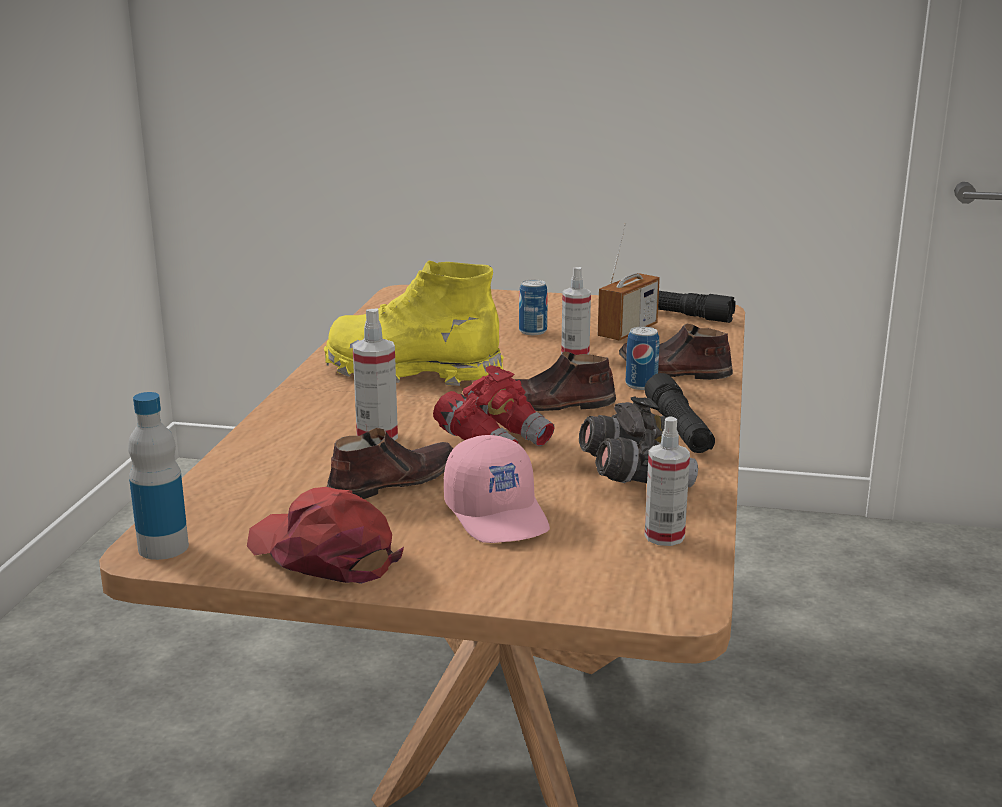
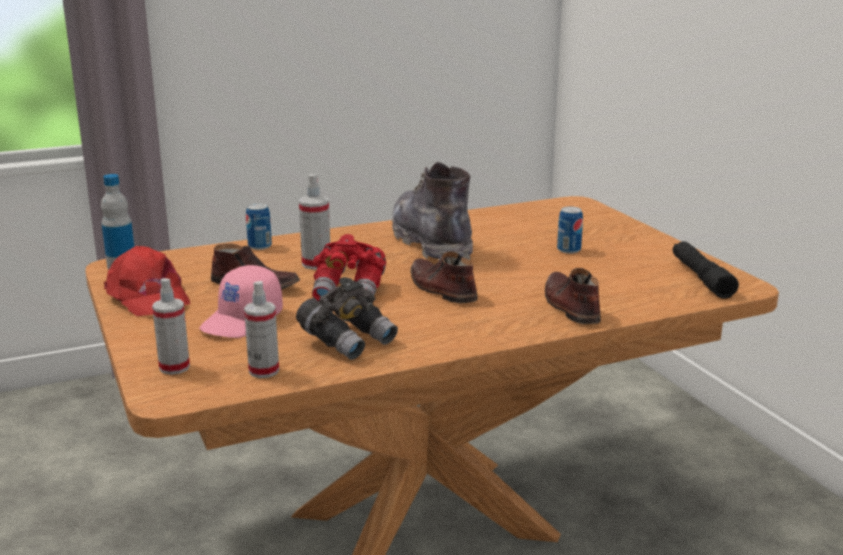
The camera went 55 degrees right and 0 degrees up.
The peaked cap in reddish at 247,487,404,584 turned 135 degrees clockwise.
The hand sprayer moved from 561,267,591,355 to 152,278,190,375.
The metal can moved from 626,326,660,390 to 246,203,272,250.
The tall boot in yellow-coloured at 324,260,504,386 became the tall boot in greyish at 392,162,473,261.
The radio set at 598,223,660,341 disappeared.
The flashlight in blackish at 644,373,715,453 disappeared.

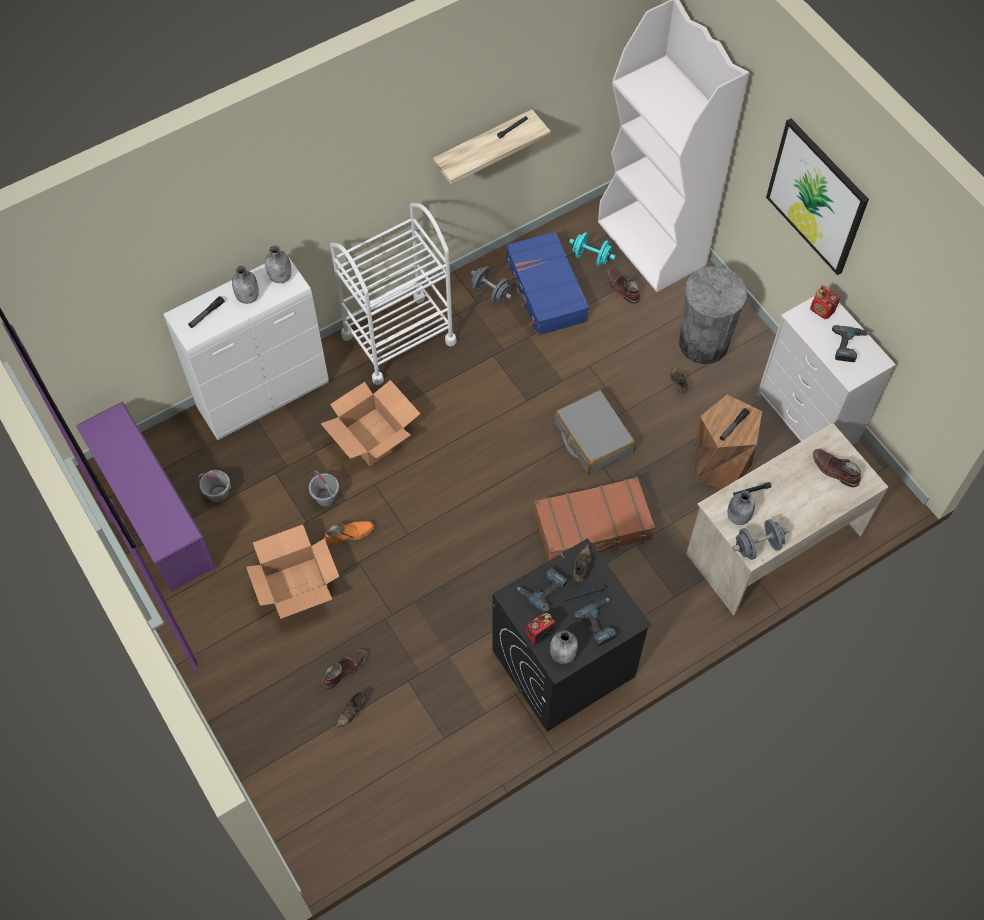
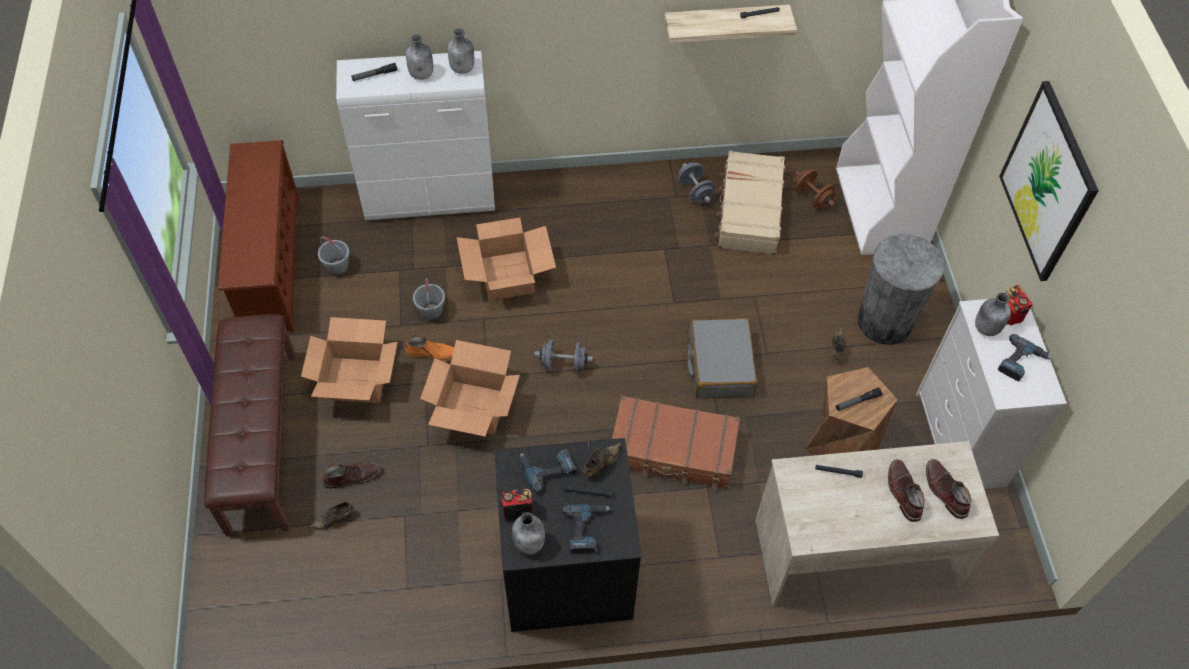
The camera went 25 degrees right and 5 degrees down.
The long seat in brownish at 204,314,296,537 appeared.
The shoe rack in purple-coloured at 76,402,216,592 became the shoe rack in brownish at 218,140,299,333.
The cardboard box at 420,340,520,437 appeared.
The free weight in greyish moved from 732,519,789,560 to 534,339,593,373.
The travel case in blue-coloured at 505,231,589,336 became the travel case in beige at 714,151,785,255.
The free weight in turquoise at 569,232,616,266 became the free weight in brownish at 794,169,836,209.
The tall boot in brownish moved from 606,268,640,304 to 888,459,925,522.
The beverage bottle in greyish moved from 727,491,755,525 to 975,292,1011,336.
The wheeled cart in white at 330,203,457,385 disappeared.

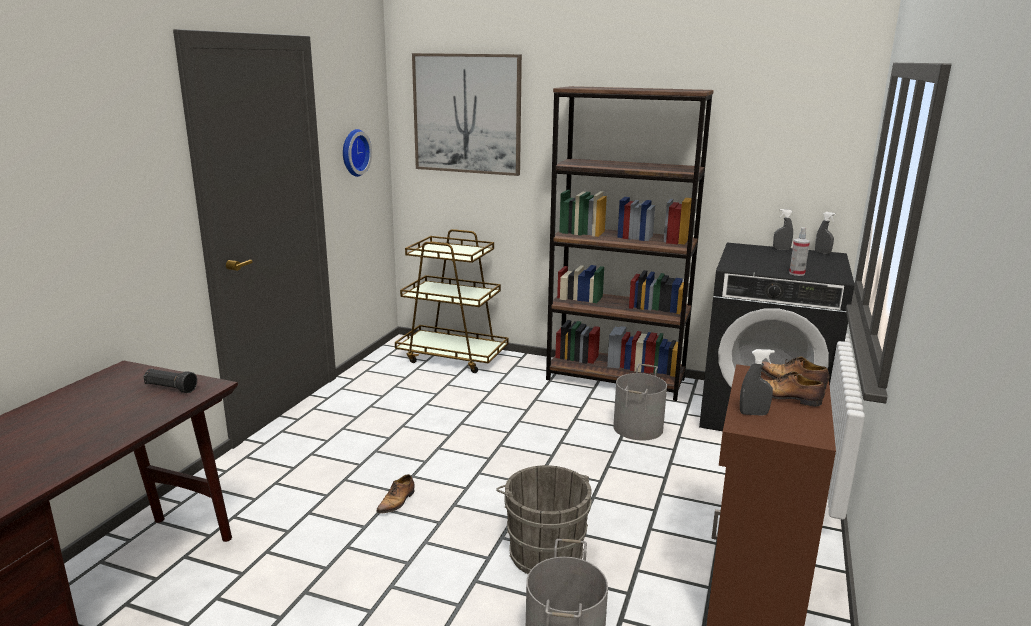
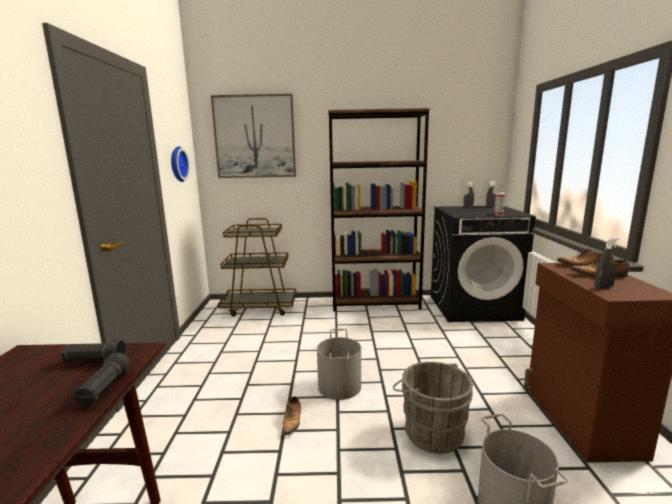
The camera went 20 degrees left and 5 degrees down.
The flashlight in blackish at 74,353,131,405 appeared.
The water bucket in greyish moved from 613,364,667,441 to 317,329,361,400.

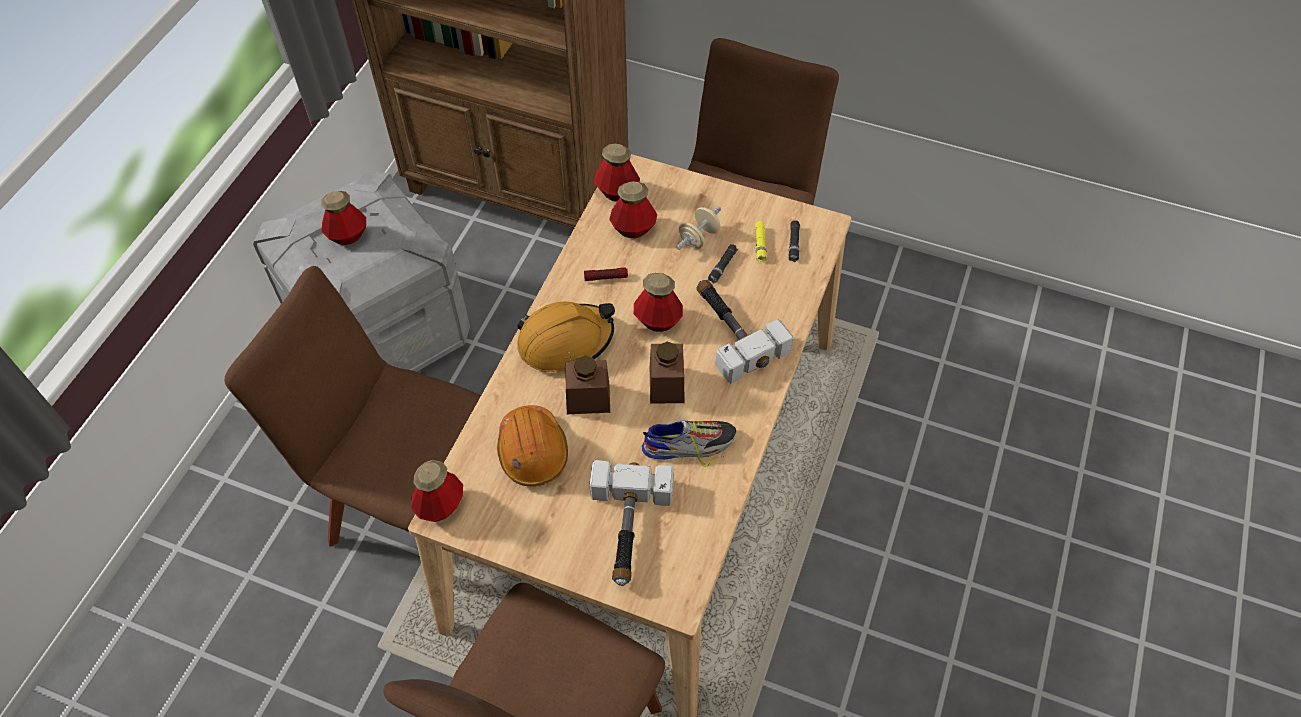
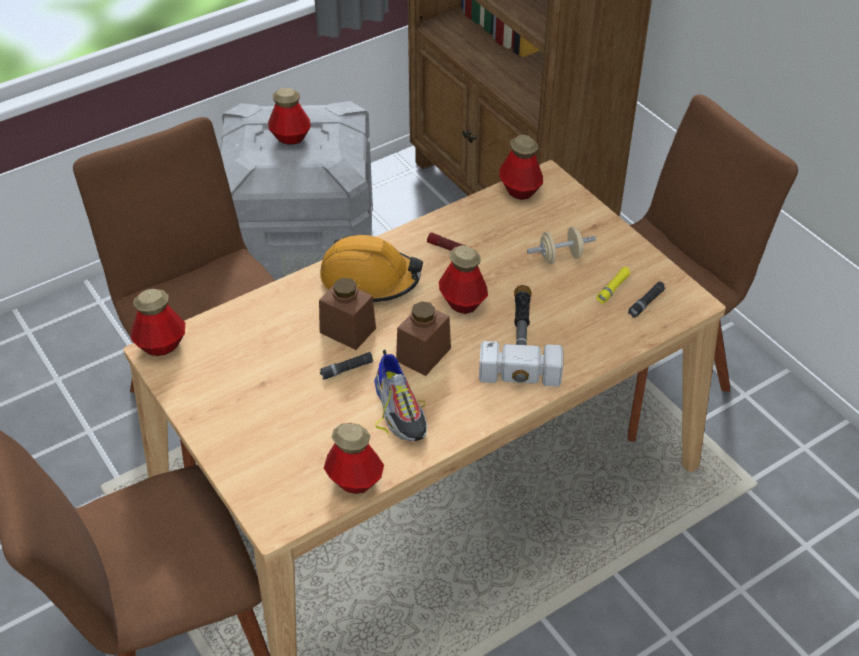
The camera went 35 degrees right and 10 degrees down.
The flashlight in blackish moved from 708,244,738,283 to 320,352,373,380.
The beverage bottle moved from 609,181,657,238 to 324,423,384,494.
The item of footwear at 642,420,736,467 turned 45 degrees clockwise.
The safety helmet in orange-coloured at 497,405,568,486 disappeared.
The tool hammer at 589,460,674,586 disappeared.

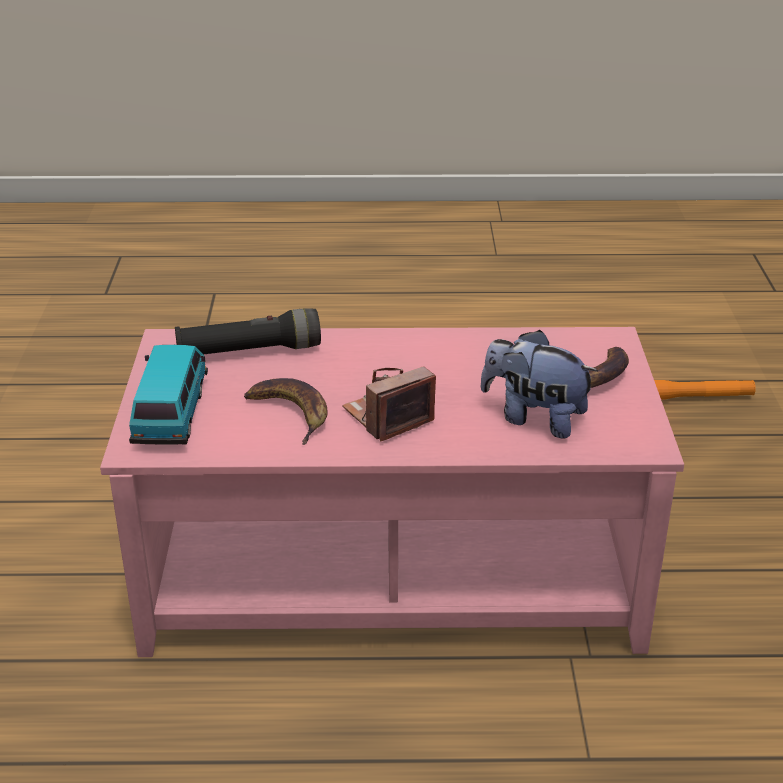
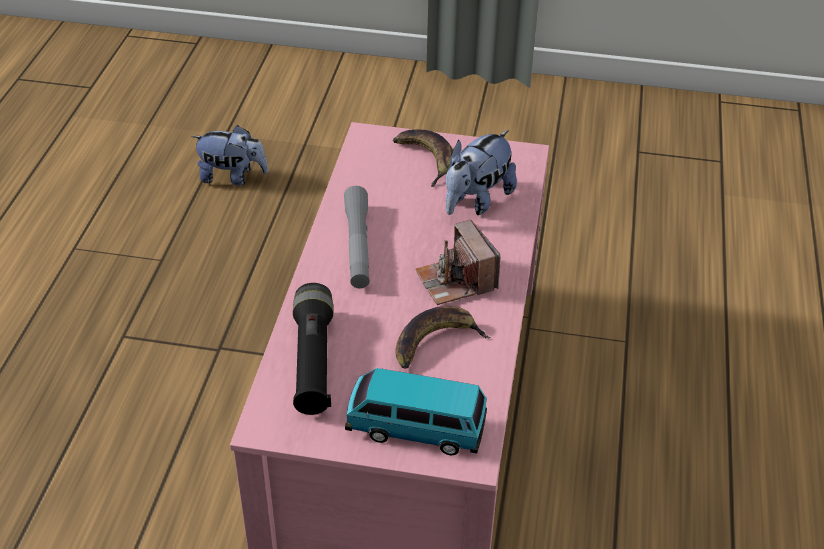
The camera went 80 degrees left and 10 degrees up.
The flashlight in orange-coloured at 654,380,756,400 was replaced by the cuddly toy at 191,125,268,186.
The flashlight in greyish at 344,186,370,288 appeared.

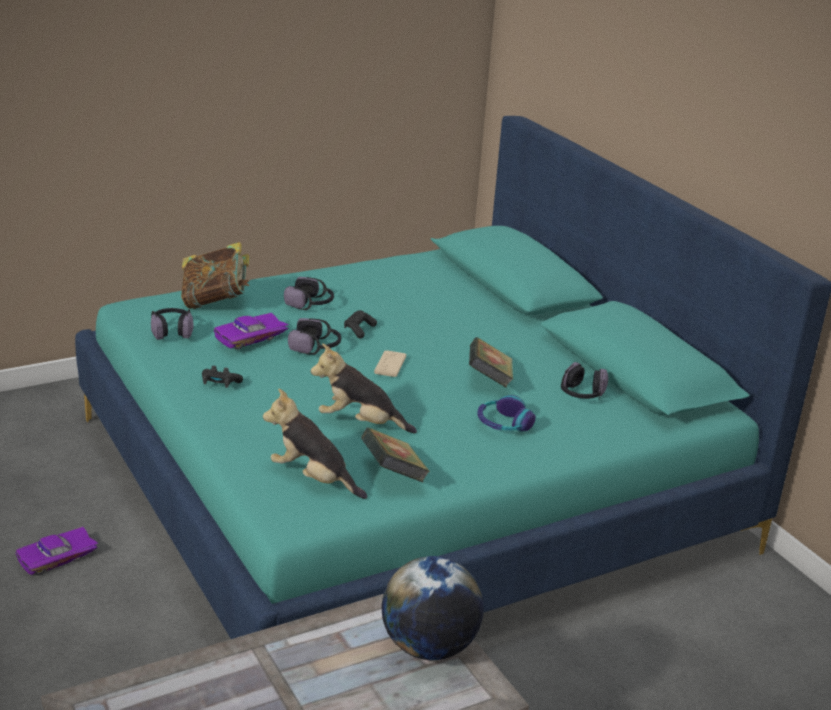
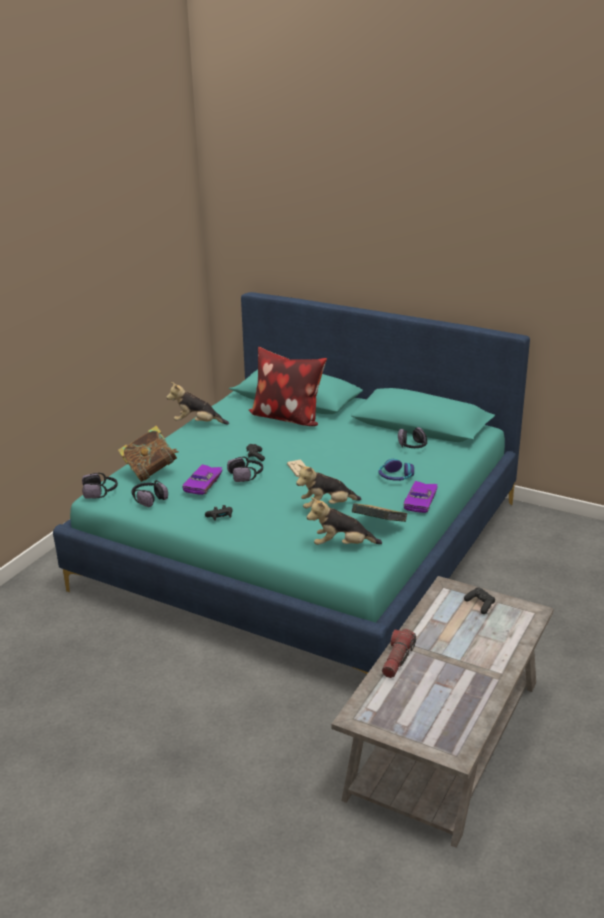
The camera went 30 degrees left and 0 degrees up.
The headset moved from 284,277,334,310 to 82,473,118,499.
The cuddly toy at 166,382,229,425 appeared.
The throw pillow at 249,347,327,426 appeared.
The flashlight at 382,629,416,678 appeared.
The toy car in purple-coloured moved from 16,527,98,575 to 403,481,438,513.
The desk globe at 381,556,484,660 was replaced by the joypad in blackish at 464,587,495,614.
The book at 469,337,513,388 disappeared.

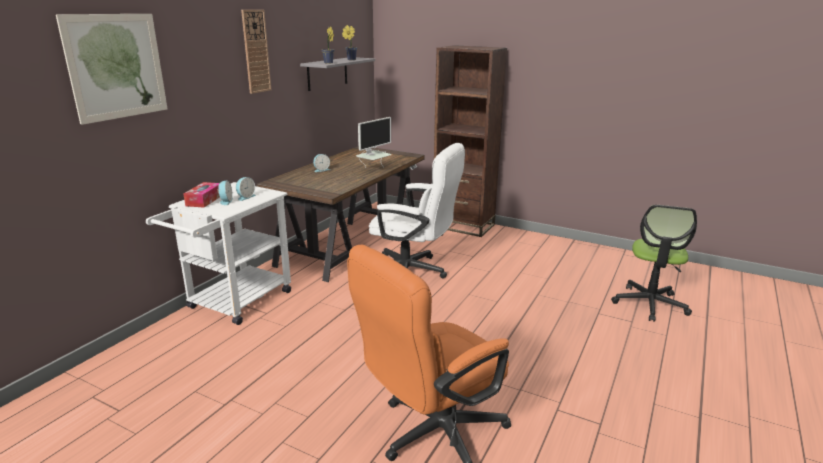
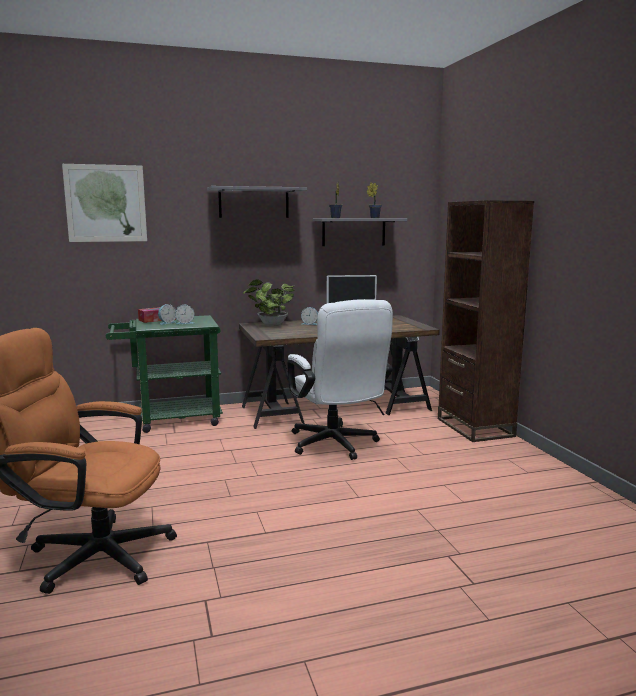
The camera went 45 degrees right and 10 degrees down.
The wheeled cart in white at 146,182,291,325 became the wheeled cart in green-coloured at 106,315,223,433.
The wall clock at 241,10,271,94 was replaced by the bracket shelf in greyish at 207,186,307,218.
The potted plant at 242,279,295,327 appeared.
The desk chair at 611,205,697,322 disappeared.

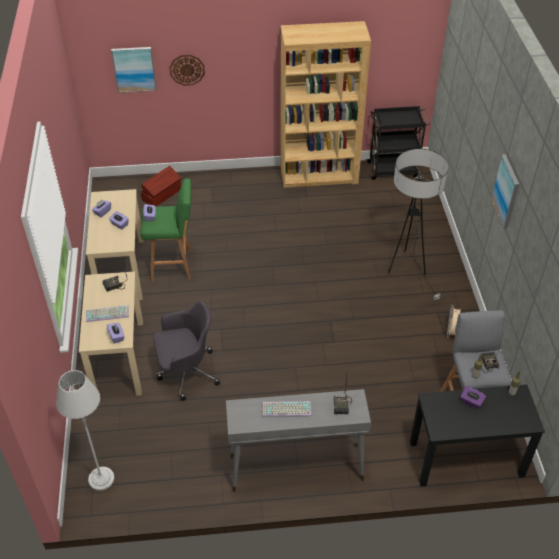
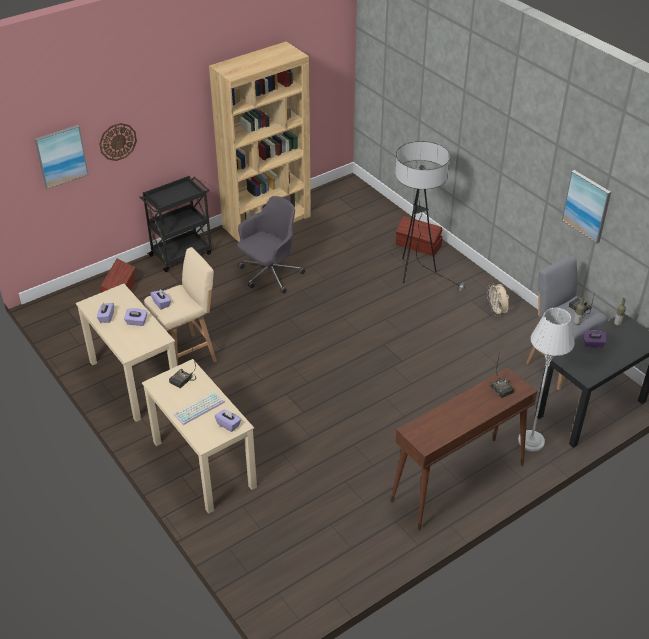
The camera went 30 degrees left and 5 degrees down.
The wheeled cart in blackish moved from 366,106,430,180 to 139,176,212,272.
The sitting stool in green-coloured at 140,178,191,281 became the sitting stool in beige at 144,247,217,366.
The desk chair in greyish moved from 153,301,220,401 to 237,196,305,293.
The hall table in greyish at 226,389,371,492 became the hall table in brownish at 391,368,537,531.
The storage box in brownish at 396,216,442,256 appeared.
The standing lamp in greyish moved from 56,370,114,491 to 518,308,575,451.
The picture moved from 491,154,519,229 to 562,170,611,243.
The PC keyboard at 263,401,311,417 disappeared.

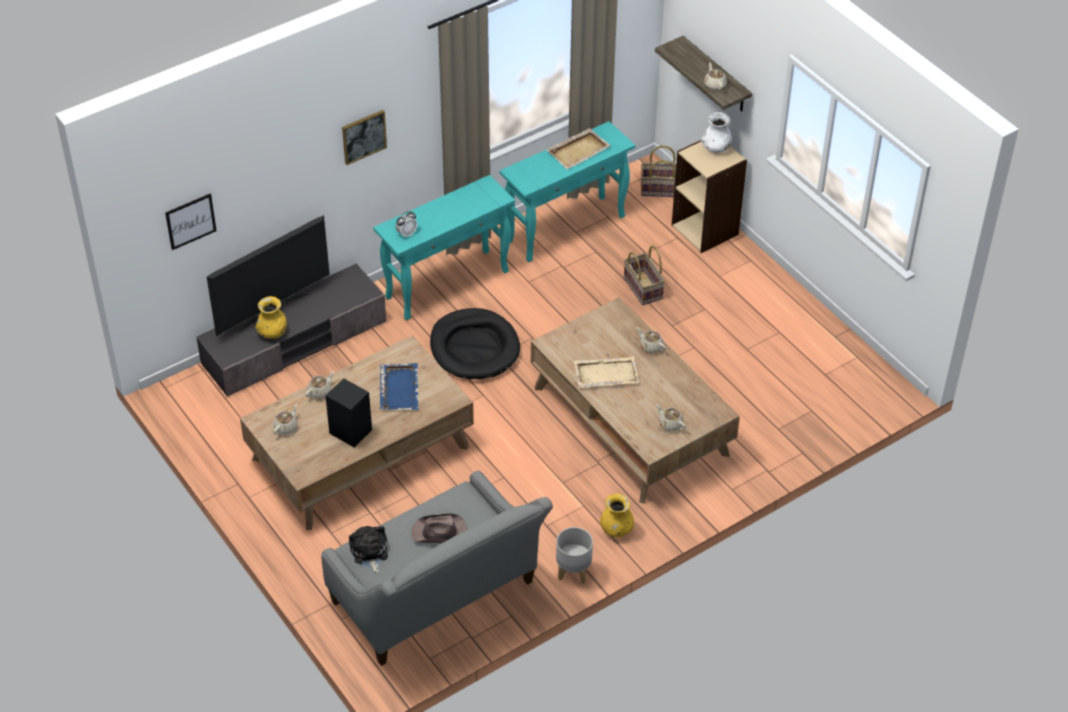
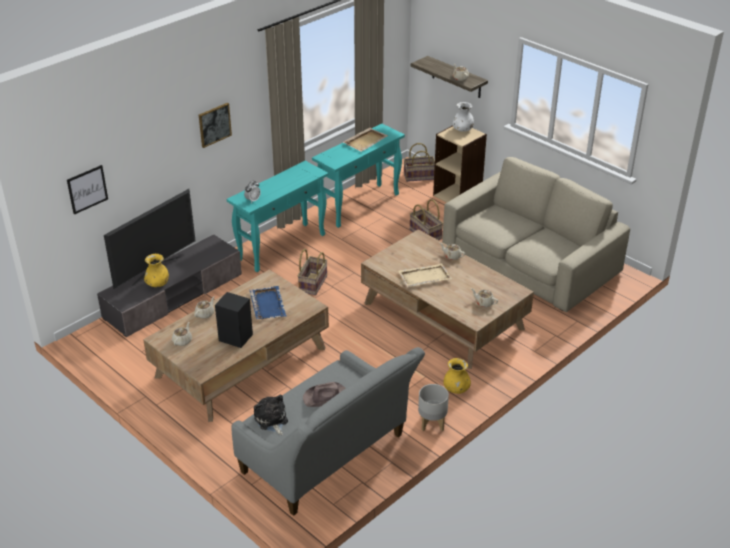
The camera went 10 degrees left and 10 degrees down.
The dog bed in blackish at 430,308,520,379 was replaced by the basket at 297,249,327,295.
The couch in beige at 442,157,630,312 appeared.

